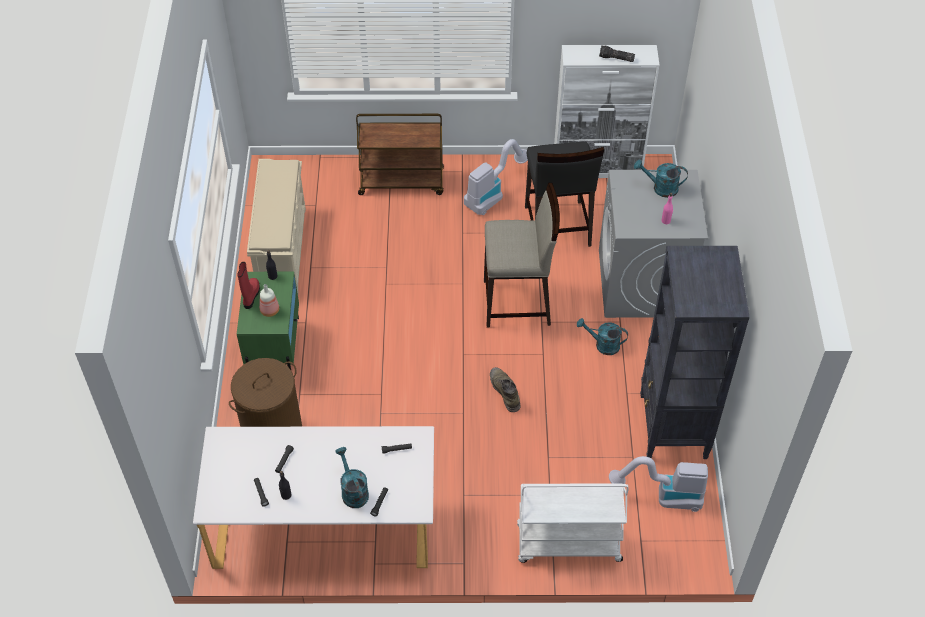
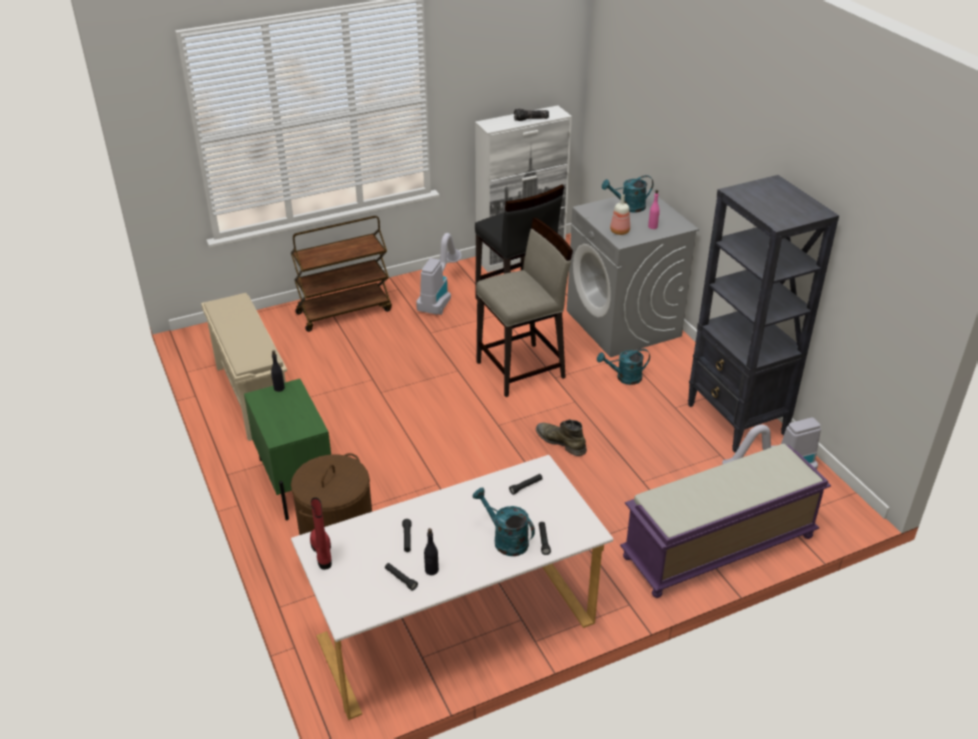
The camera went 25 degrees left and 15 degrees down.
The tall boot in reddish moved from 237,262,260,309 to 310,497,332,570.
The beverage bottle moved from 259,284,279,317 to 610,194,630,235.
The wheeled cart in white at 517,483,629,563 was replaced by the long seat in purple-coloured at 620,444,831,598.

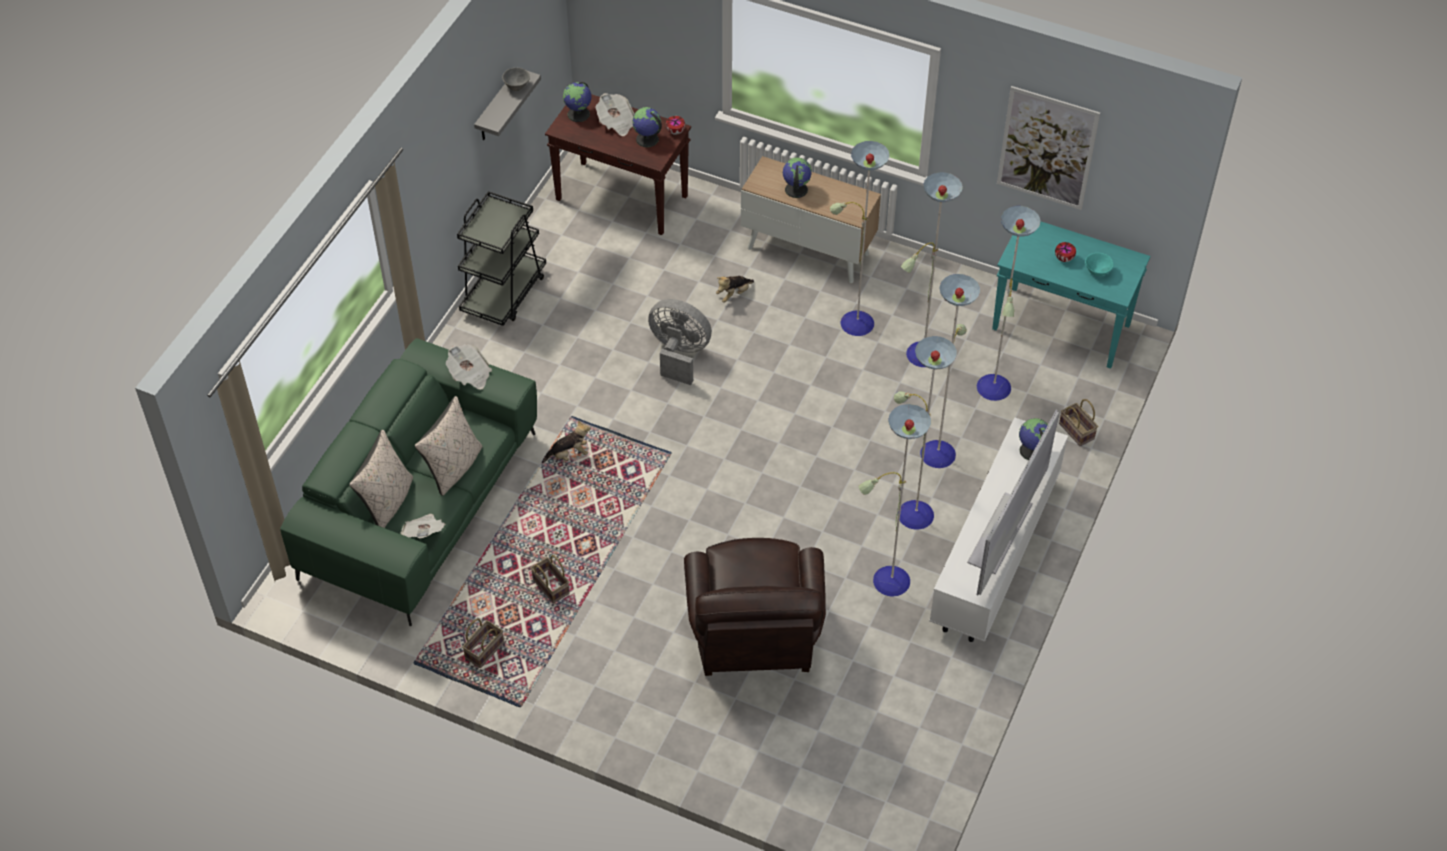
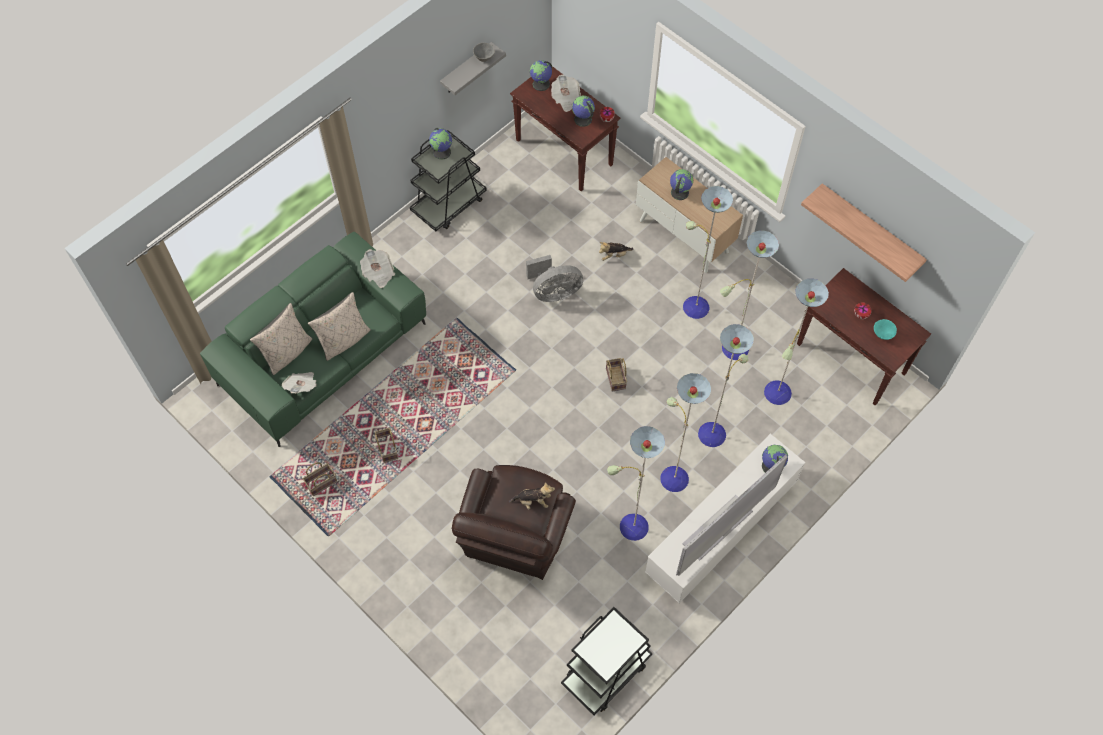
The camera went 20 degrees right and 10 degrees up.
The desk globe at 429,128,452,160 appeared.
The cuddly toy moved from 542,420,591,463 to 509,482,555,509.
The cooling fan in greyish at 648,299,712,385 turned 120 degrees clockwise.
The wheeled cart in blackish at 561,607,653,715 appeared.
The basket moved from 1059,399,1098,446 to 606,358,627,392.
The hall table in turquoise at 992,221,1151,369 became the hall table in brownish at 797,268,931,406.
The picture at 997,86,1100,210 was replaced by the bracket shelf at 801,183,927,282.

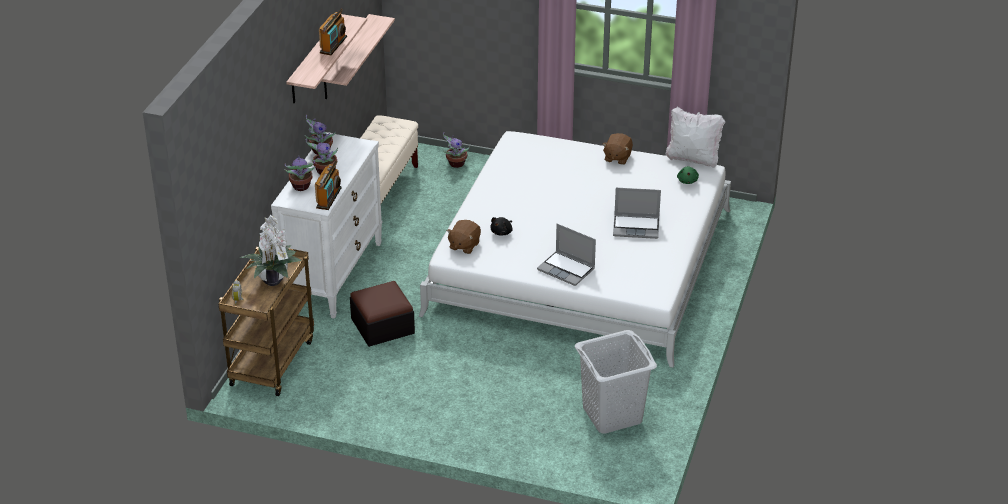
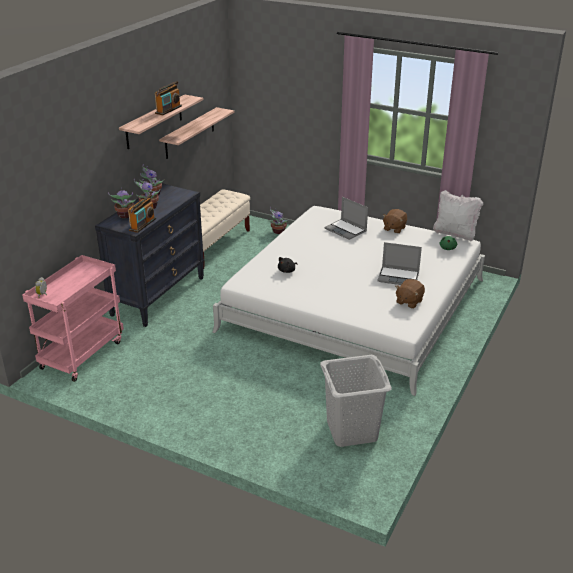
The camera went 10 degrees right and 5 degrees down.
The wheeled cart in brownish at 218,247,314,396 became the wheeled cart in pink-coloured at 22,255,124,382.
The chest of drawers in white at 271,132,383,319 became the chest of drawers in blackish at 95,183,204,327.
The notebook computer moved from 537,224,596,286 to 325,197,368,240.
The cuddly toy in brownish moved from 446,220,481,254 to 395,279,425,309.
The potted plant at 240,214,302,286 disappeared.
The pouffe at 350,281,415,347 disappeared.

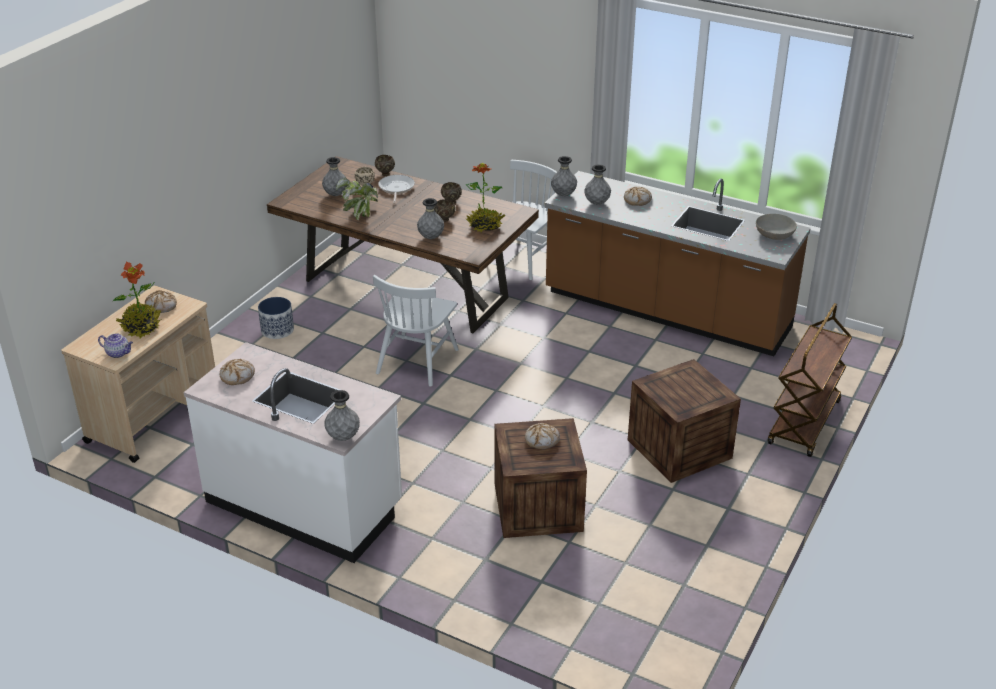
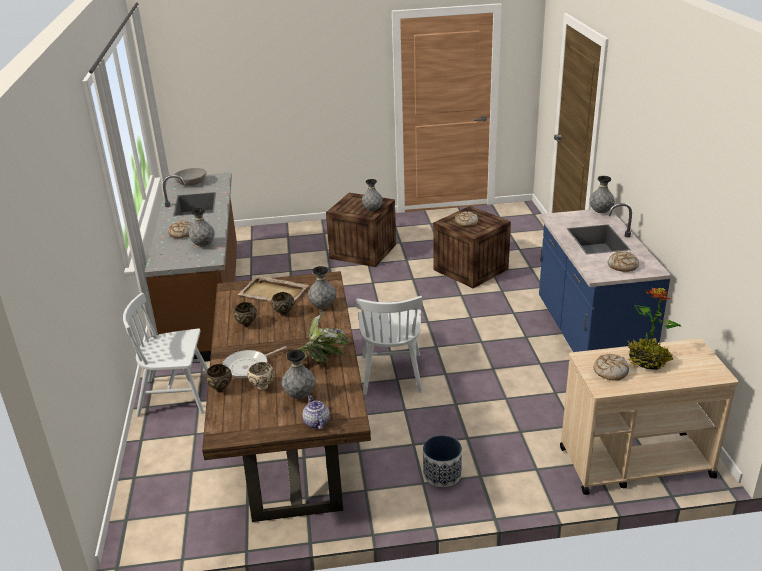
The camera went 125 degrees left and 5 degrees down.
The potted plant at 466,163,505,232 was replaced by the carrying tray in beige at 238,276,309,301.
The tea pot moved from 98,334,133,358 to 302,395,330,430.
The upright chair in white at 373,275,459,387 turned 105 degrees clockwise.
The decorative vase in greyish moved from 551,156,577,196 to 362,179,383,211.
The counter in white at 184,342,402,563 became the counter in blue-coloured at 539,203,671,352.
The wheeled cart in brownish at 768,303,852,457 disappeared.

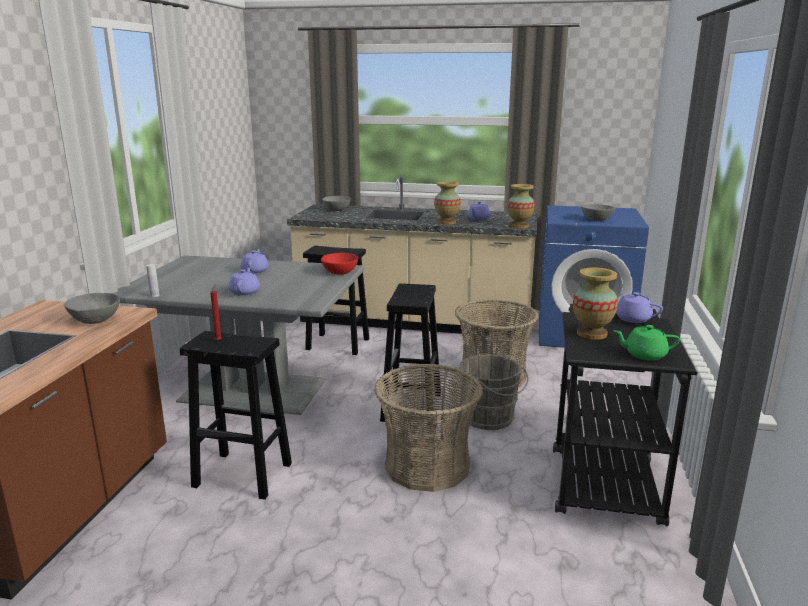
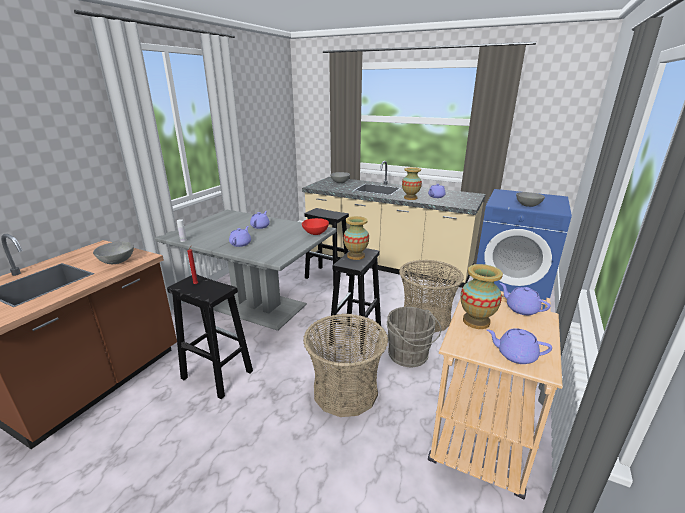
The camera went 15 degrees right and 5 degrees up.
The decorative vase moved from 507,184,535,228 to 343,216,369,260.
The wheeled cart in blackish at 553,304,697,526 became the wheeled cart in beige at 428,291,563,500.
The tea pot in green-coloured at 613,325,680,360 became the tea pot in purple-coloured at 487,328,552,364.

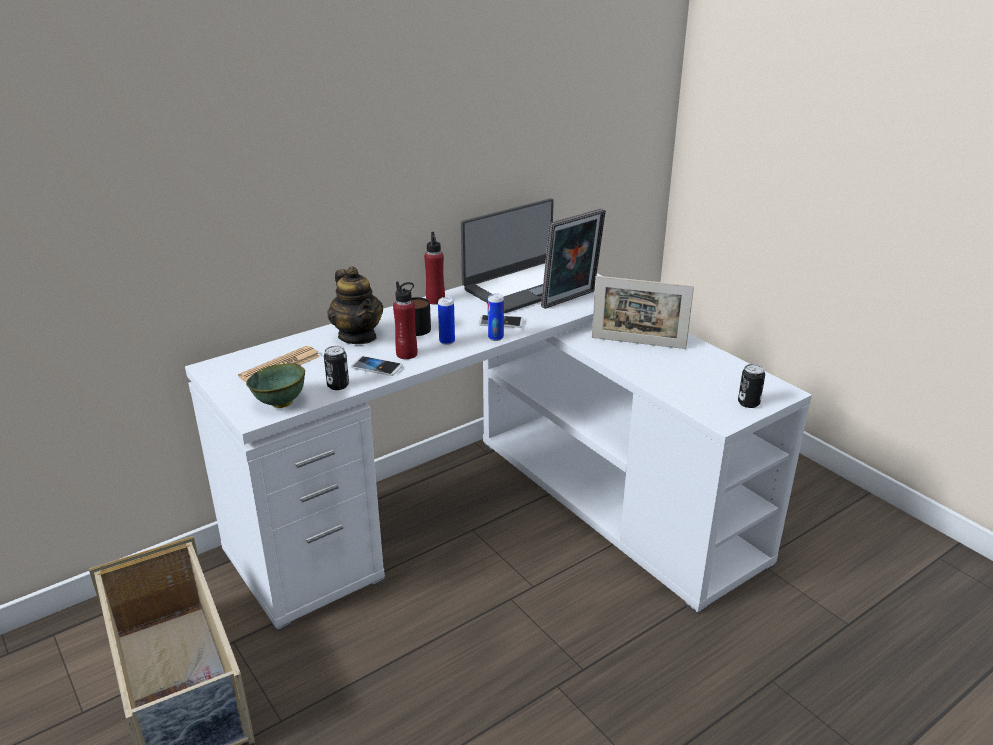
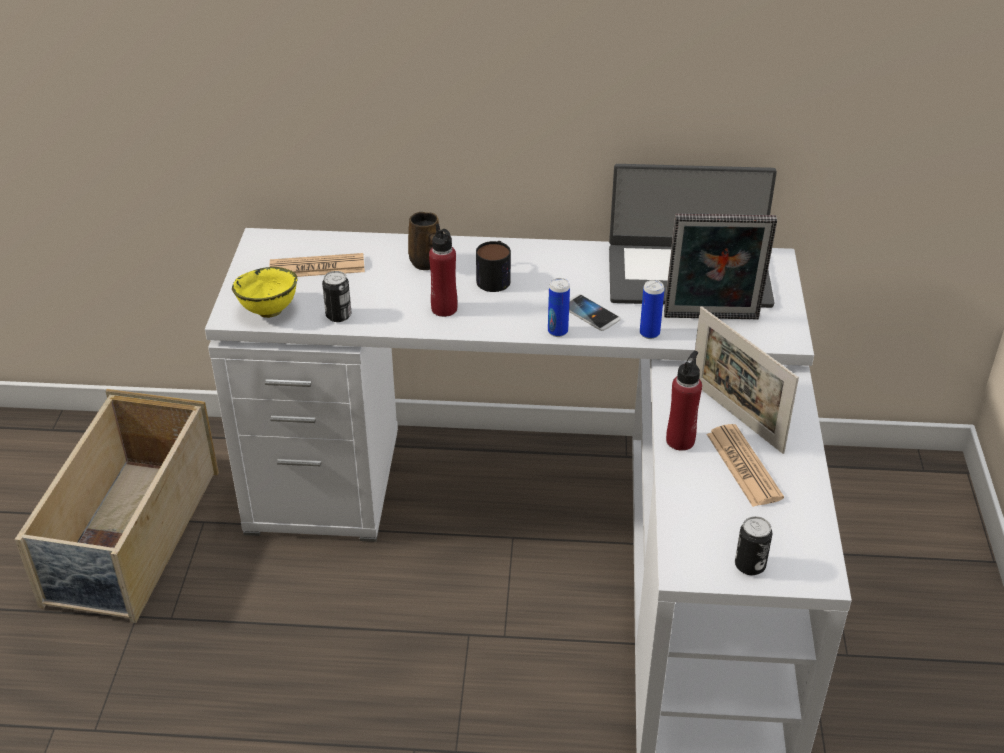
The camera went 40 degrees right and 10 degrees up.
The deep dish in green-coloured at 246,363,305,408 became the deep dish in yellow-coloured at 232,267,297,318.
The tea pot at 327,267,383,344 was replaced by the tea mug in brownish at 408,212,439,270.
The metal can moved from 438,297,455,345 to 640,280,664,339.
The beverage bottle in reddish moved from 424,232,445,305 to 666,351,702,451.
The newspaper at 707,424,784,507 appeared.
The handset at 351,356,403,376 disappeared.

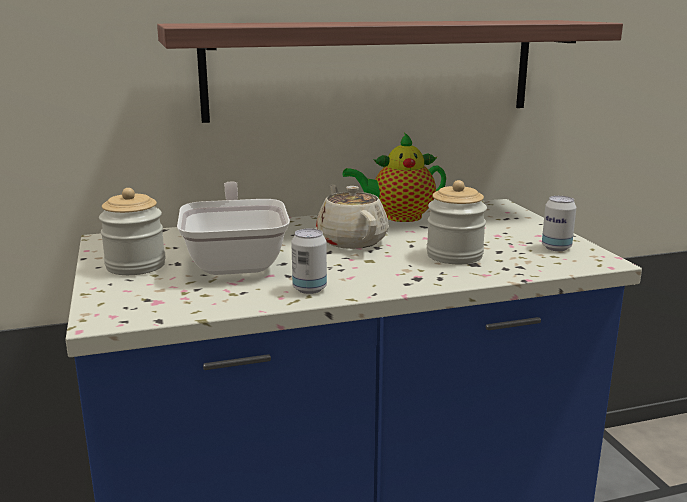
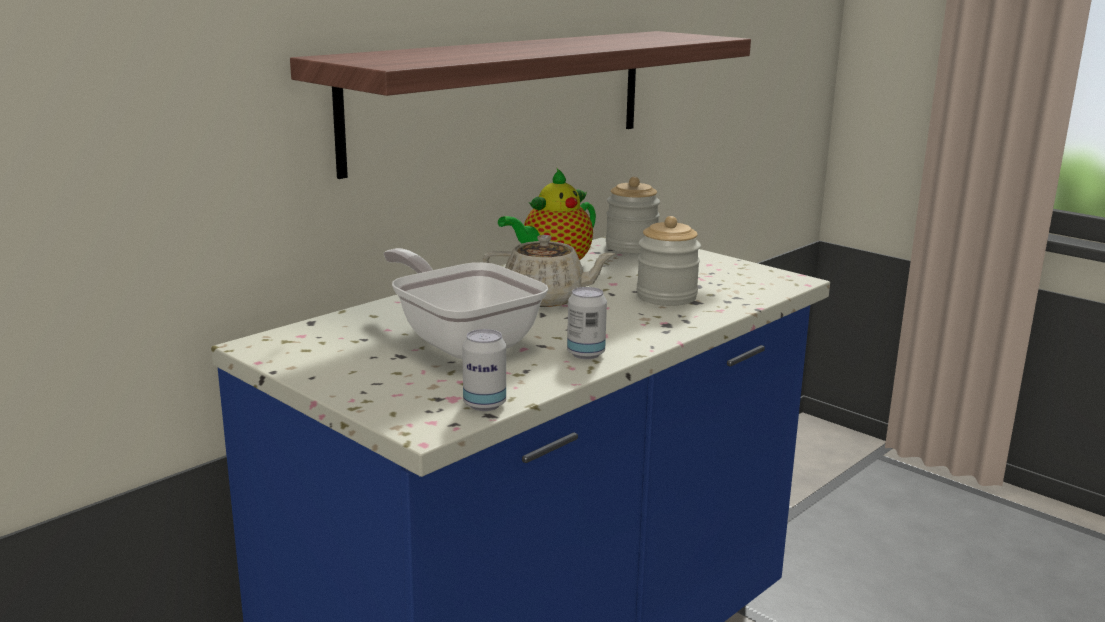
The camera went 30 degrees left and 0 degrees up.
The metal can moved from 542,196,576,251 to 462,329,506,411.
The tea pot in beige at 316,184,389,249 turned 150 degrees clockwise.
The storage jar moved from 99,188,166,275 to 606,177,660,253.

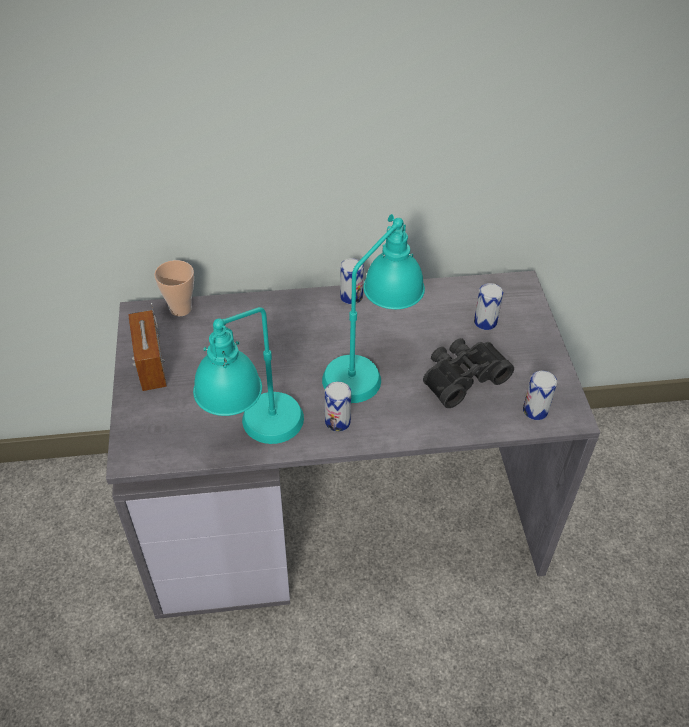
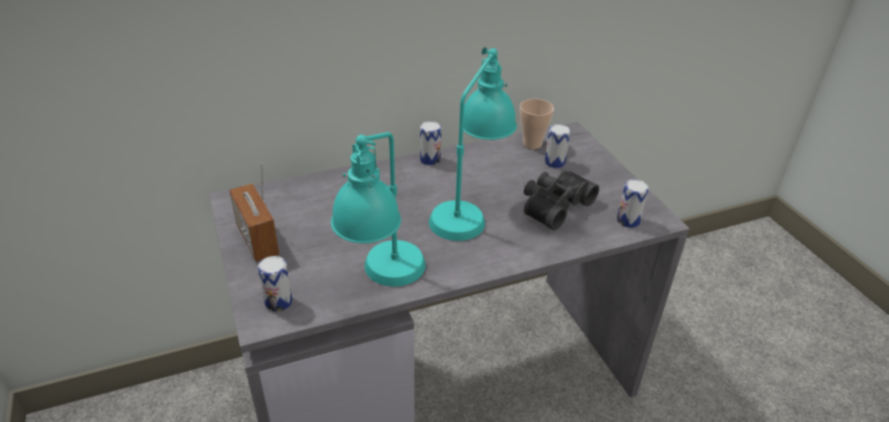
The camera went 15 degrees left and 10 degrees down.
The metal can moved from 325,381,351,432 to 258,256,292,312.
The cup moved from 154,260,194,316 to 520,99,554,149.

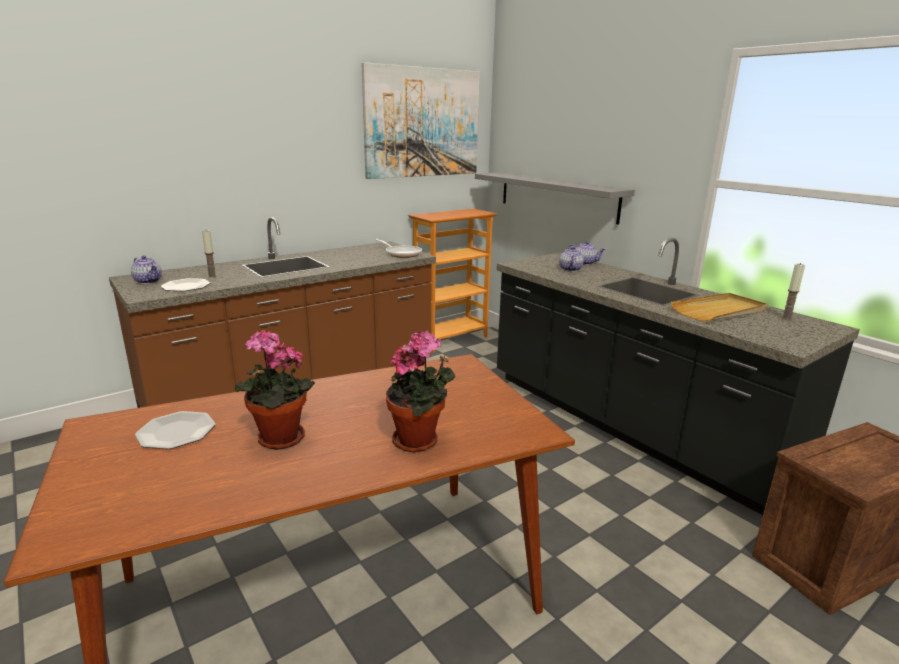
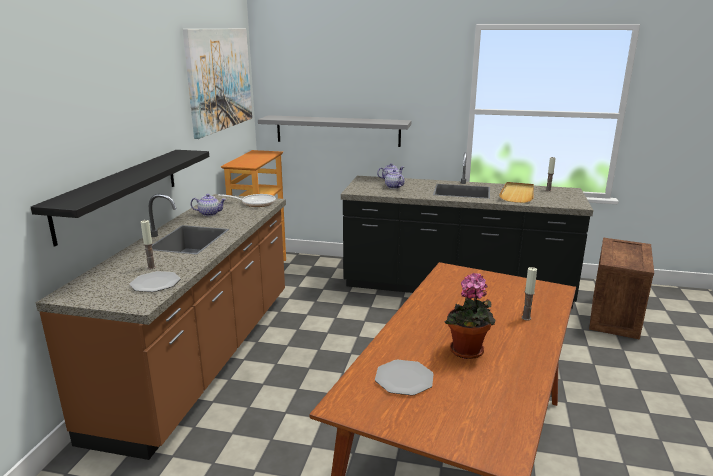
The camera went 40 degrees left and 0 degrees up.
The bracket shelf in blackish at 31,150,209,247 appeared.
The tea pot moved from 131,255,162,284 to 190,194,226,216.
The potted plant at 386,330,456,452 was replaced by the wax light at 522,267,537,321.

